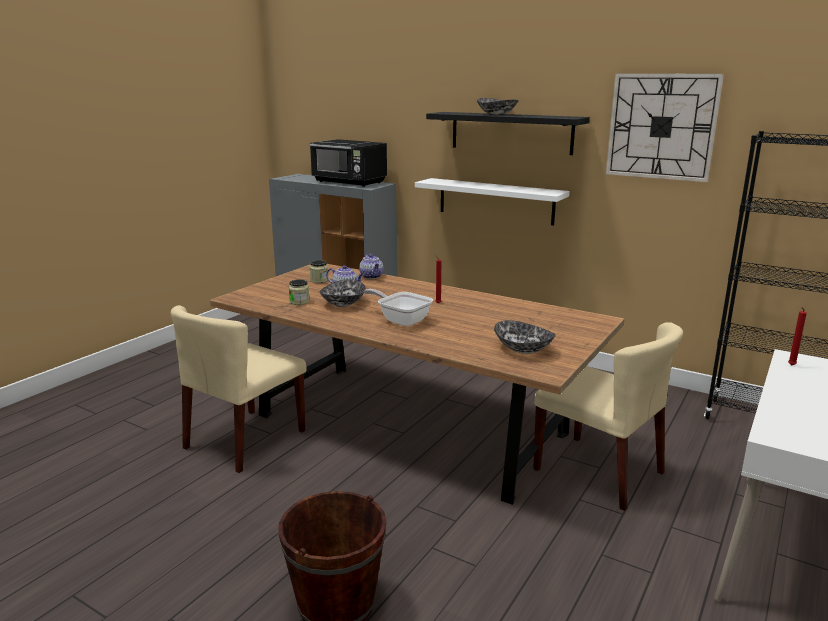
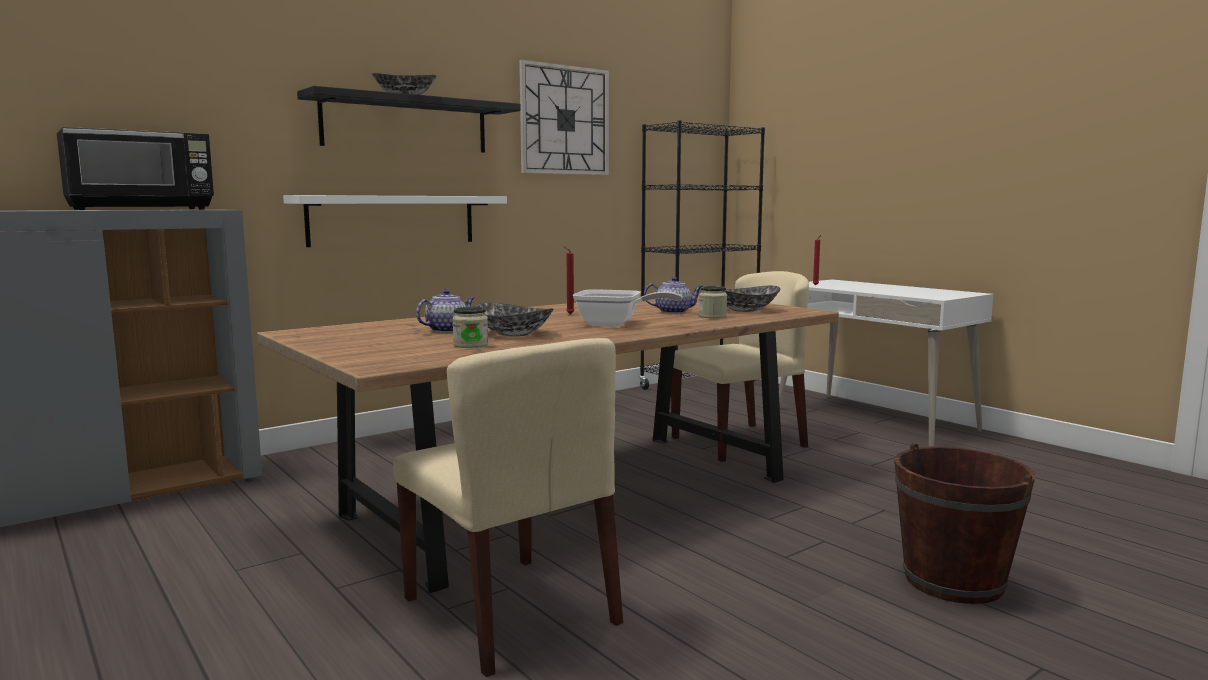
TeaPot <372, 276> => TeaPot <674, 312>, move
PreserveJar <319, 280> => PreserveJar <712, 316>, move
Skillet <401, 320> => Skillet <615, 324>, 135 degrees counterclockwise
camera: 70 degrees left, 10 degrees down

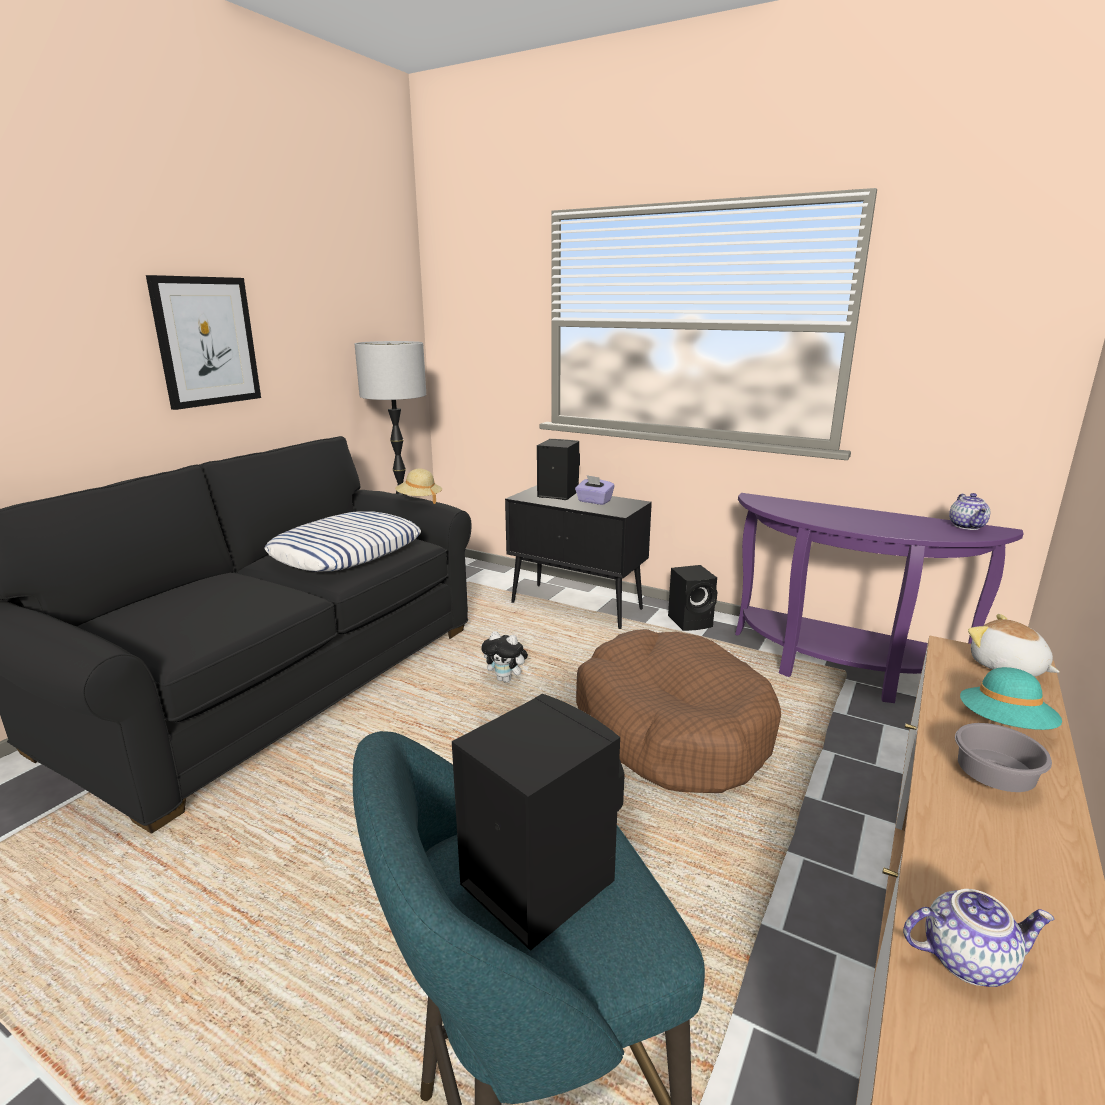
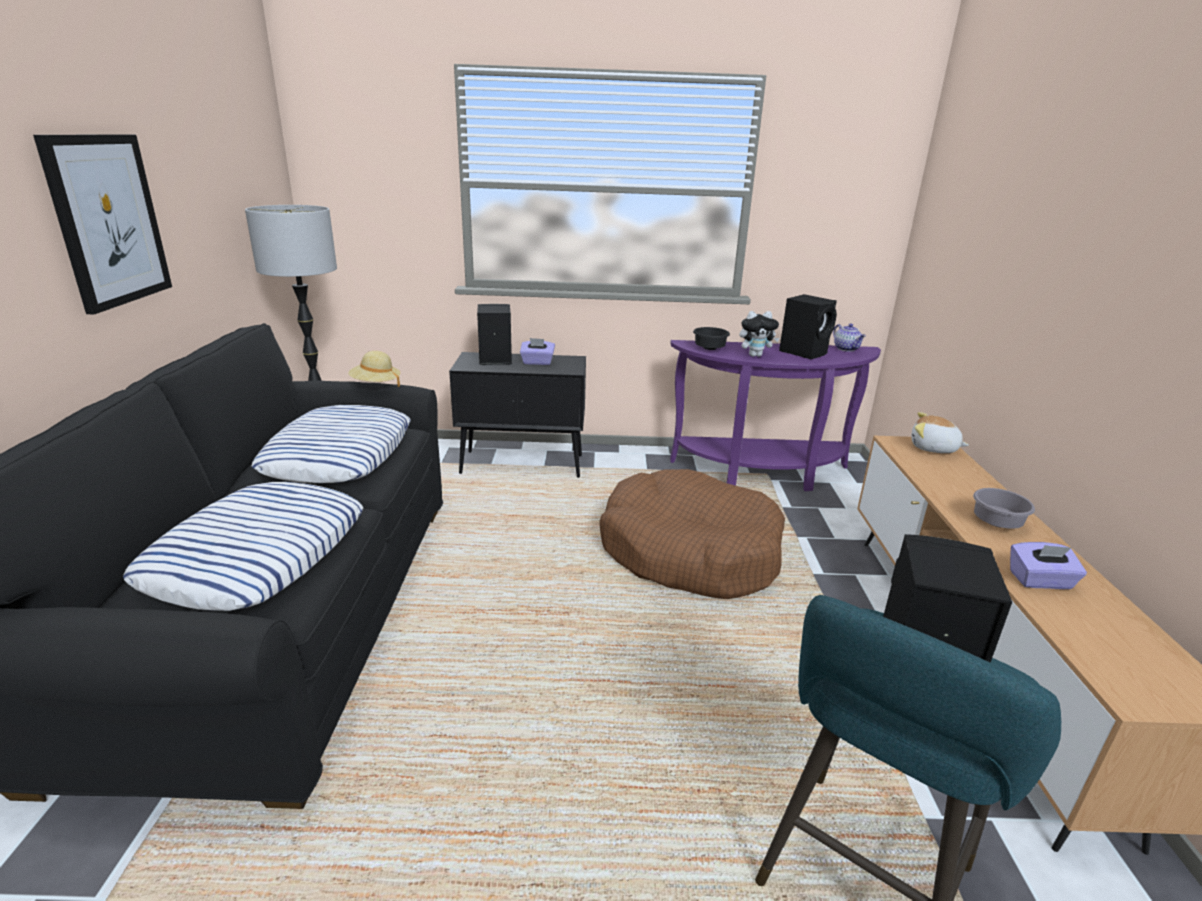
BlackishAudioSpeaker <691, 621> => BlackishAudioSpeaker <804, 352>, move
PlushToy <506, 679> => PlushToy <755, 355>, move
TurquoiseColouredHat <1004, 726> => nothing
TeaPot <966, 958> => nothing
nothing => BlackishServingBowl <710, 349>
nothing => Cushion <257, 554>
nothing => PurpleTissueBox <1040, 581>
camera: 30 degrees left, 5 degrees up

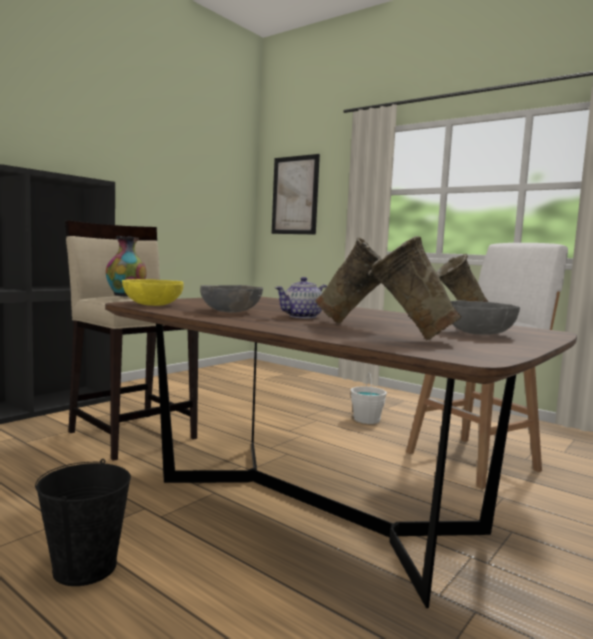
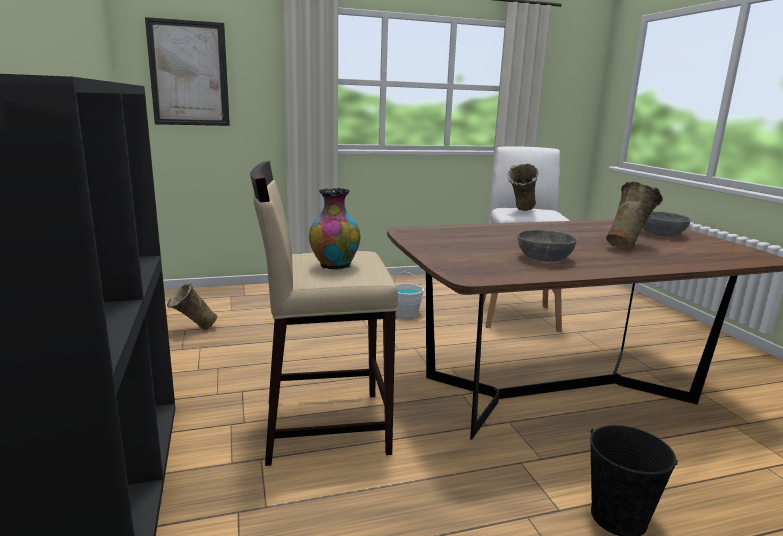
SandColouredFlowerVase <408, 338> => SandColouredFlowerVase <193, 330>, move
TeaPot <302, 316> => nothing
YellowServingBowl <152, 304> => nothing
camera: 55 degrees left, 10 degrees up

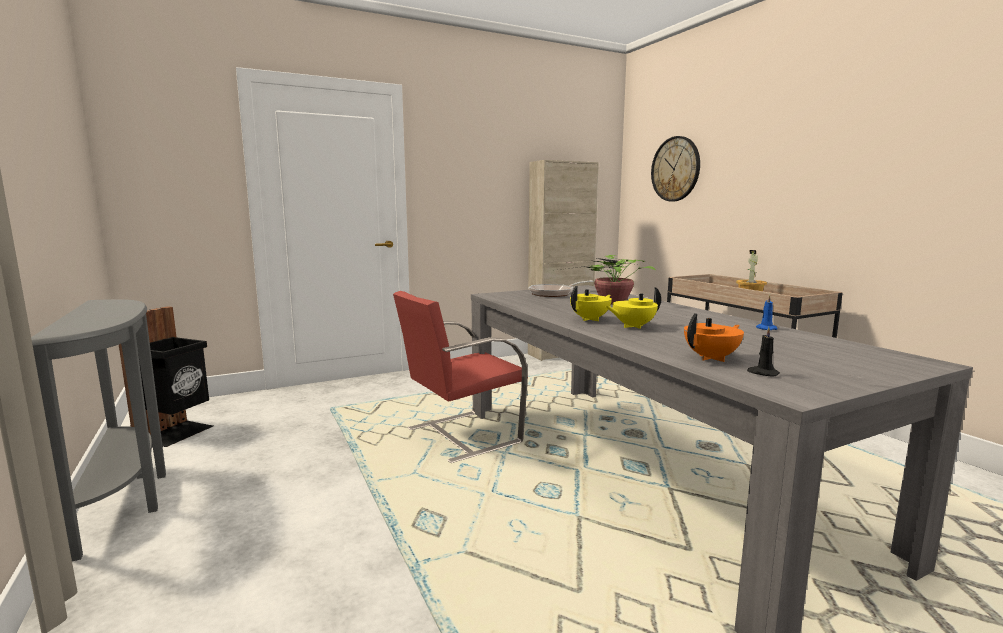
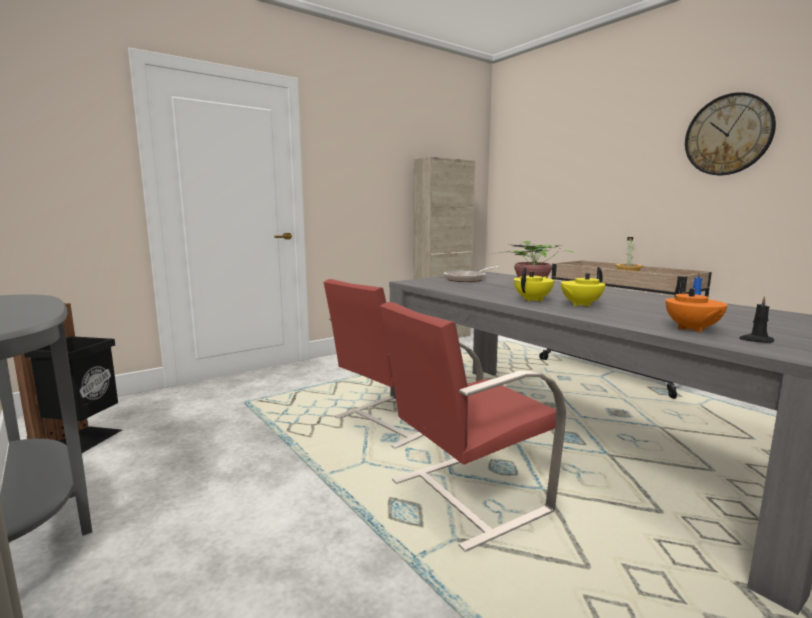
ClockOnTheWall <675, 169> => ClockOnTheWall <728, 135>, move
OrangeTeaPot <712, 358> => OrangeTeaPot <692, 329>, 135 degrees clockwise
nothing => RedChair <465, 496>
camera: 10 degrees left, 0 degrees up

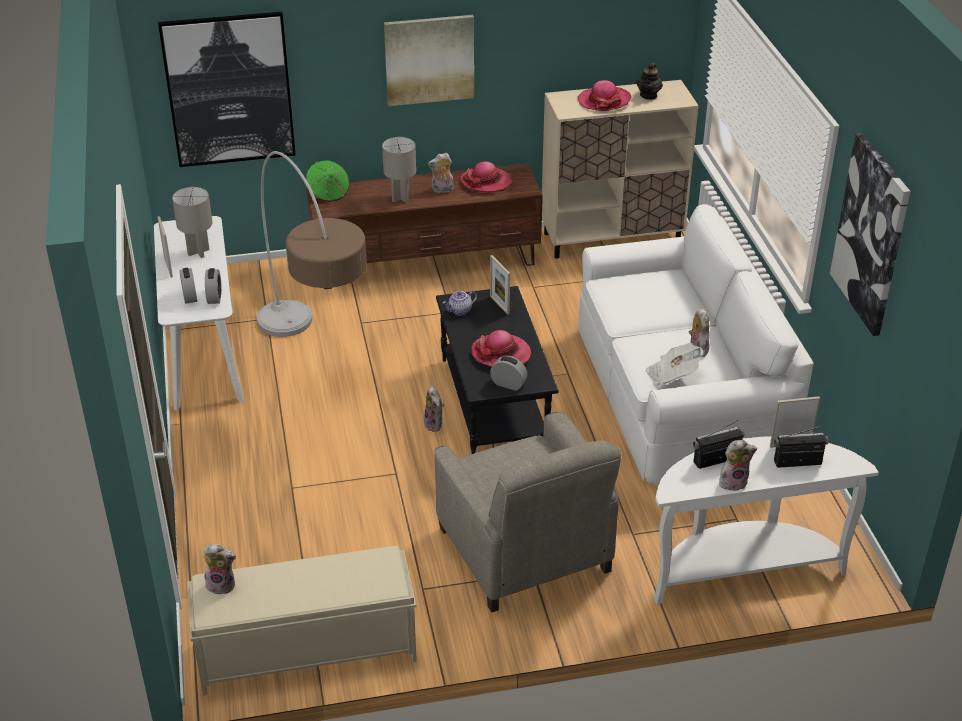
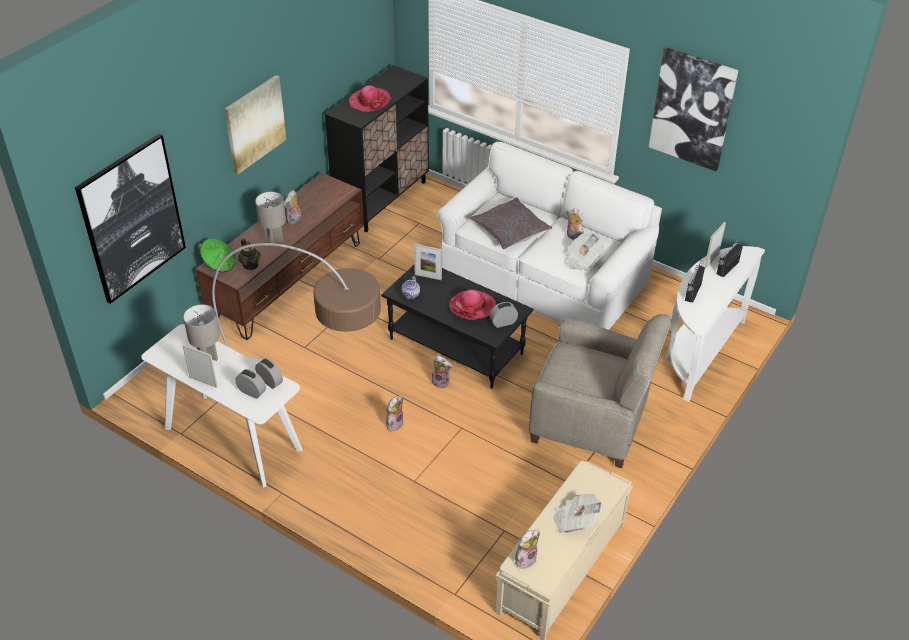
TeaPot <648, 95> => TeaPot <250, 265>, move
SandColouredCabinet <612, 238> => BlackishCabinet <382, 200>
Hat <486, 182> => nothing
PlushToy <733, 482> => PlushToy <394, 423>, move
nothing => GreyCushion <510, 230>
nothing => DailyPaper <575, 521>
camera: 45 degrees left, 5 degrees up

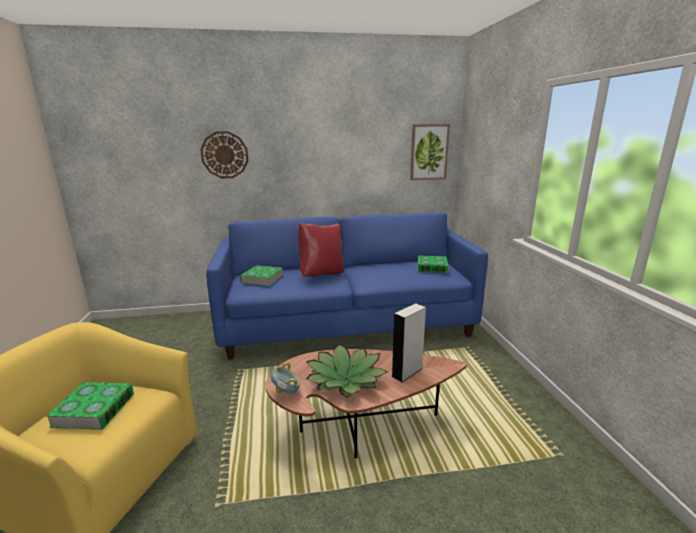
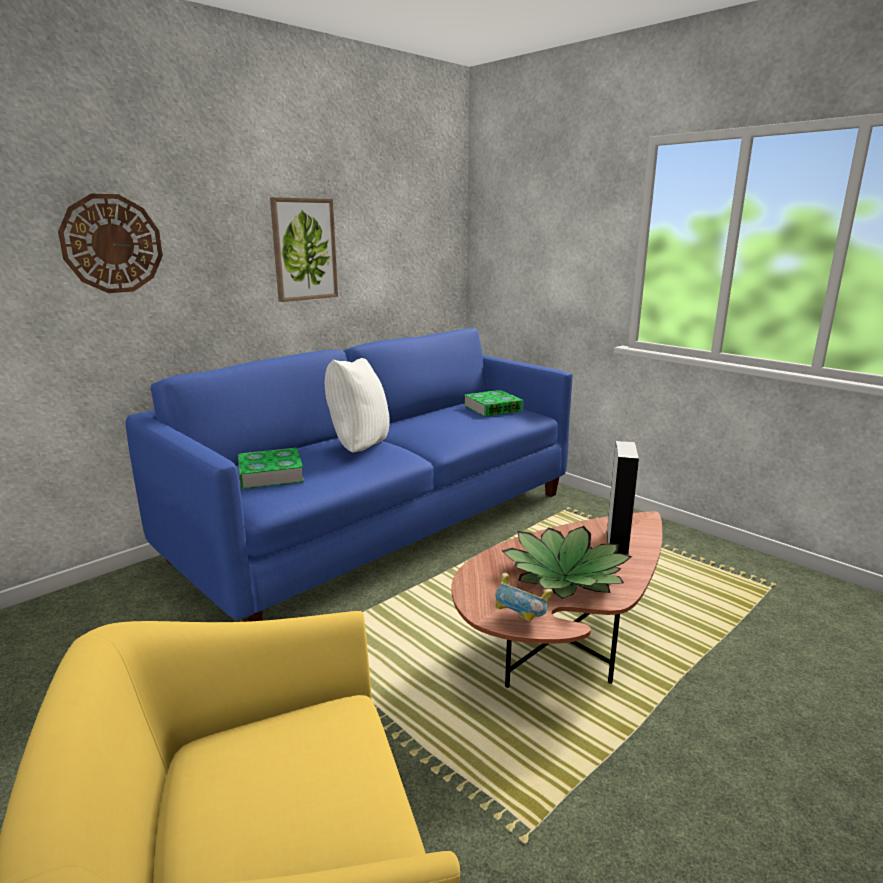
Picture <429, 152> => Picture <304, 249>, move
RedCushion <321, 275> => WhiteColouredCushion <358, 447>
Book <94, 410> => nothing
camera: 35 degrees left, 0 degrees up

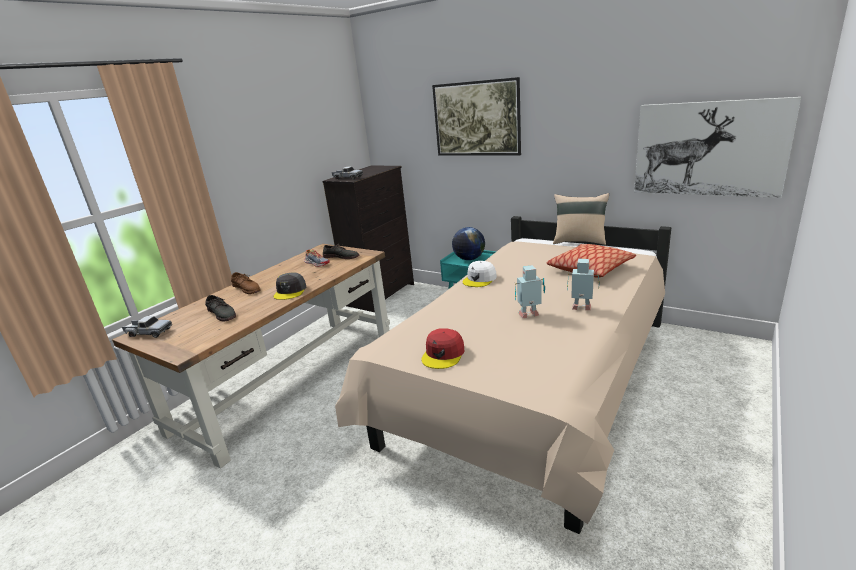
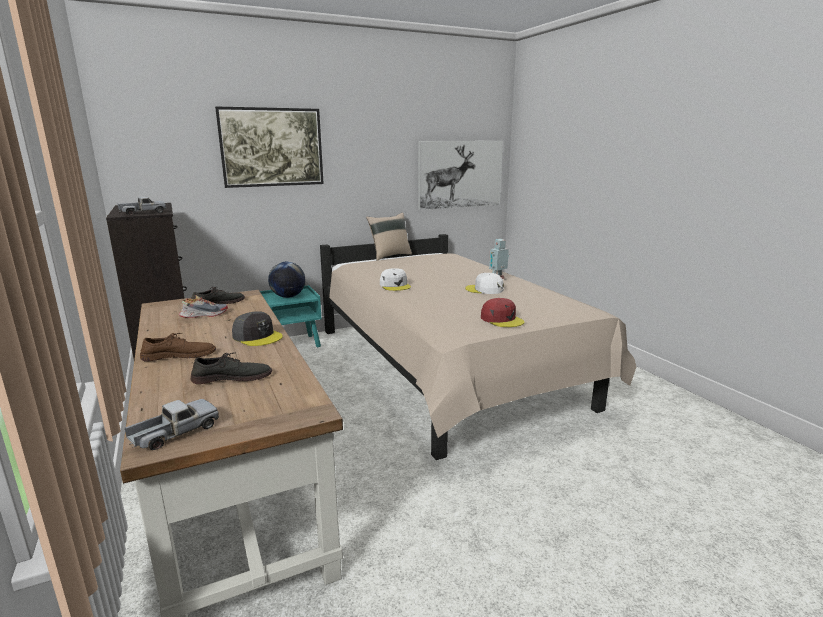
Cushion <590, 269> => nothing
RobotFigure <530, 315> => WhiteColouredBaseballCap <484, 289>
camera: 60 degrees left, 5 degrees down

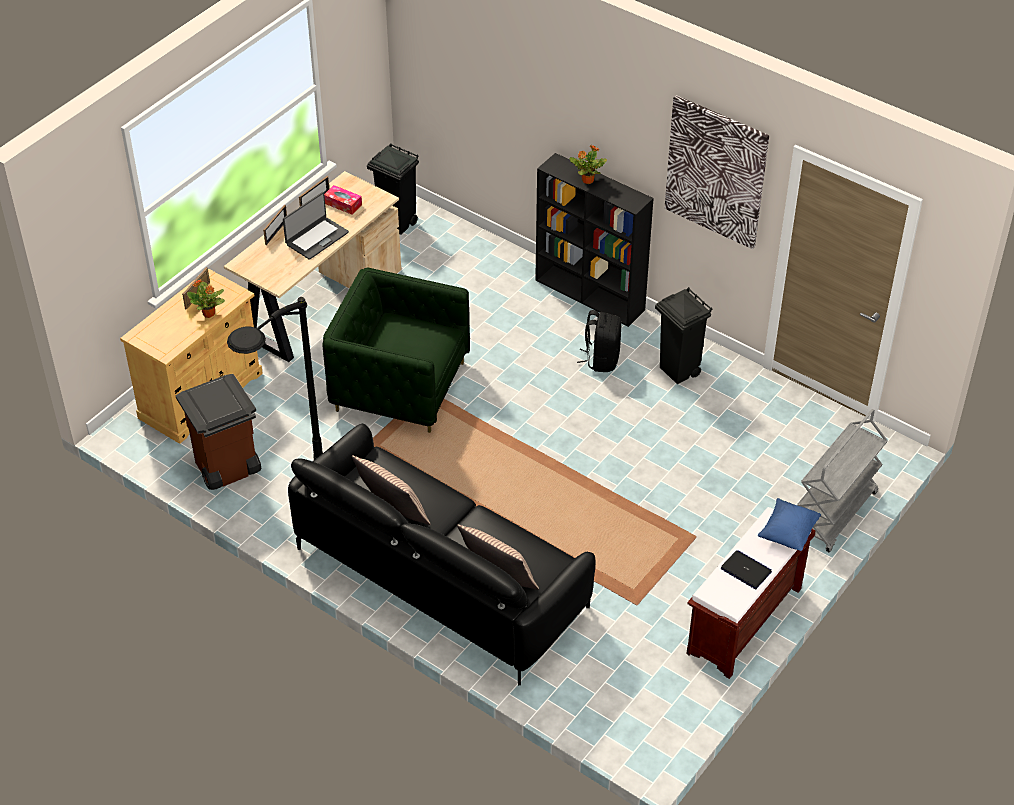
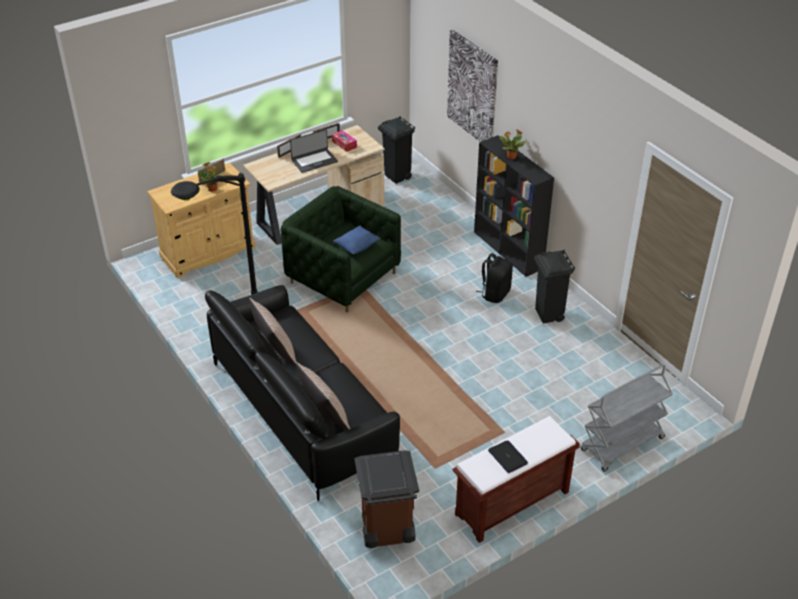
Picture <716, 172> => Picture <472, 89>, move
BrownColouredTrashCan <226, 469> => BrownColouredTrashCan <386, 530>, move
BluishCushion <788, 533> => BluishCushion <357, 247>, move
camera: 20 degrees right, 5 degrees down

